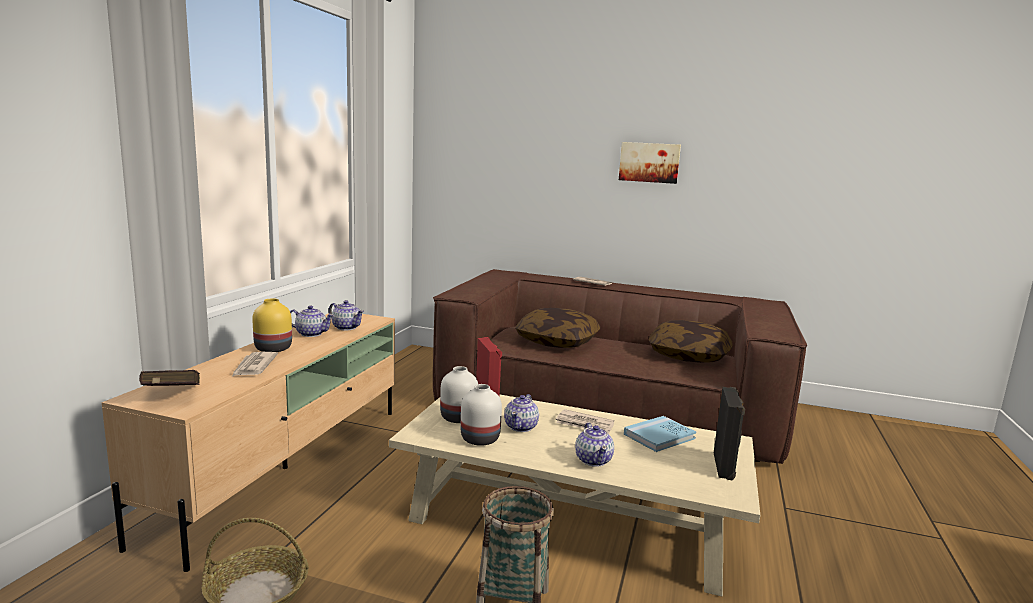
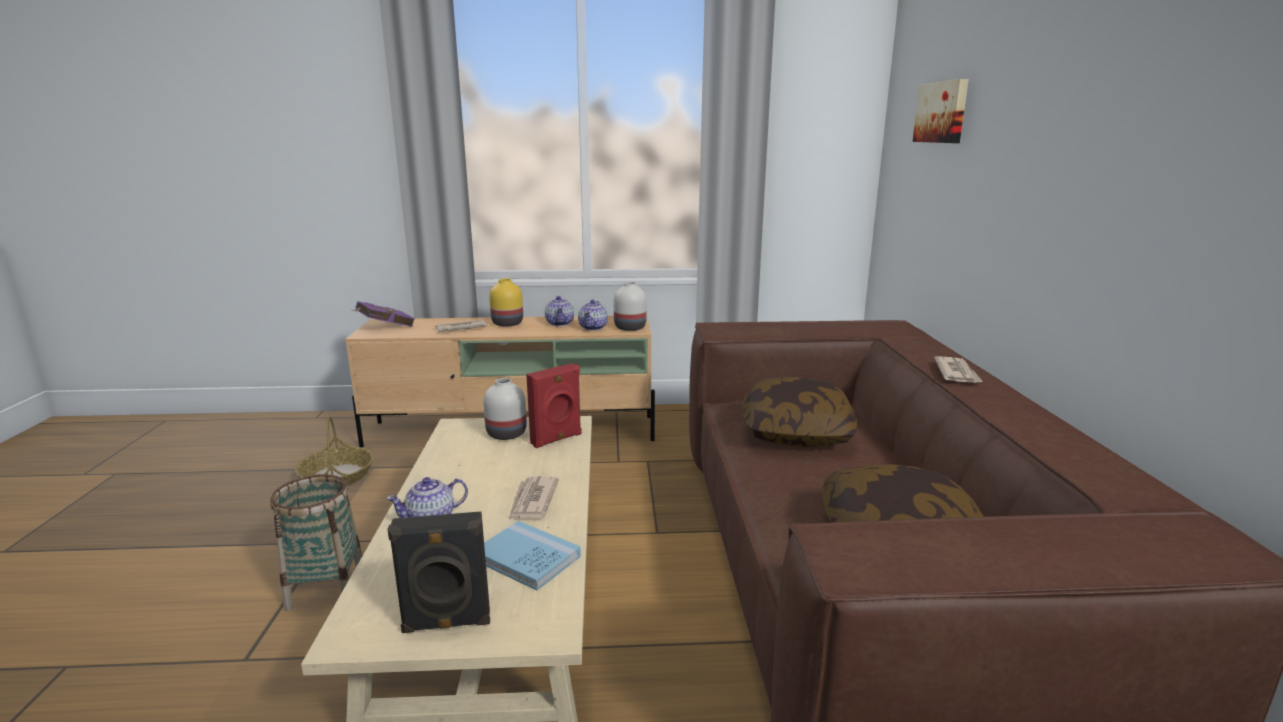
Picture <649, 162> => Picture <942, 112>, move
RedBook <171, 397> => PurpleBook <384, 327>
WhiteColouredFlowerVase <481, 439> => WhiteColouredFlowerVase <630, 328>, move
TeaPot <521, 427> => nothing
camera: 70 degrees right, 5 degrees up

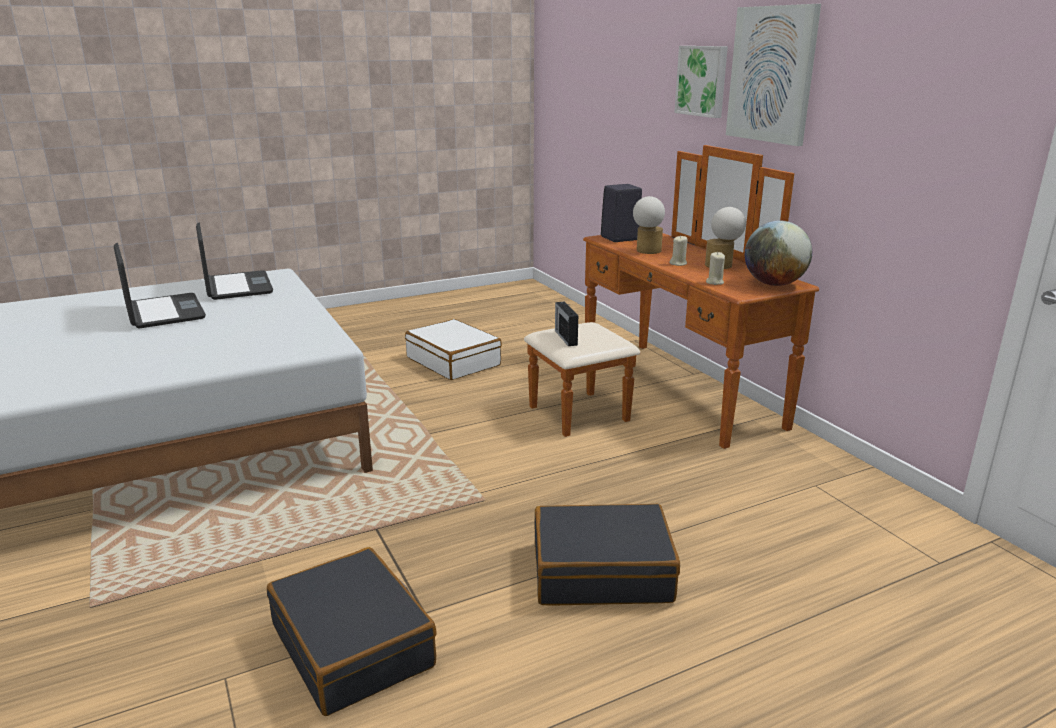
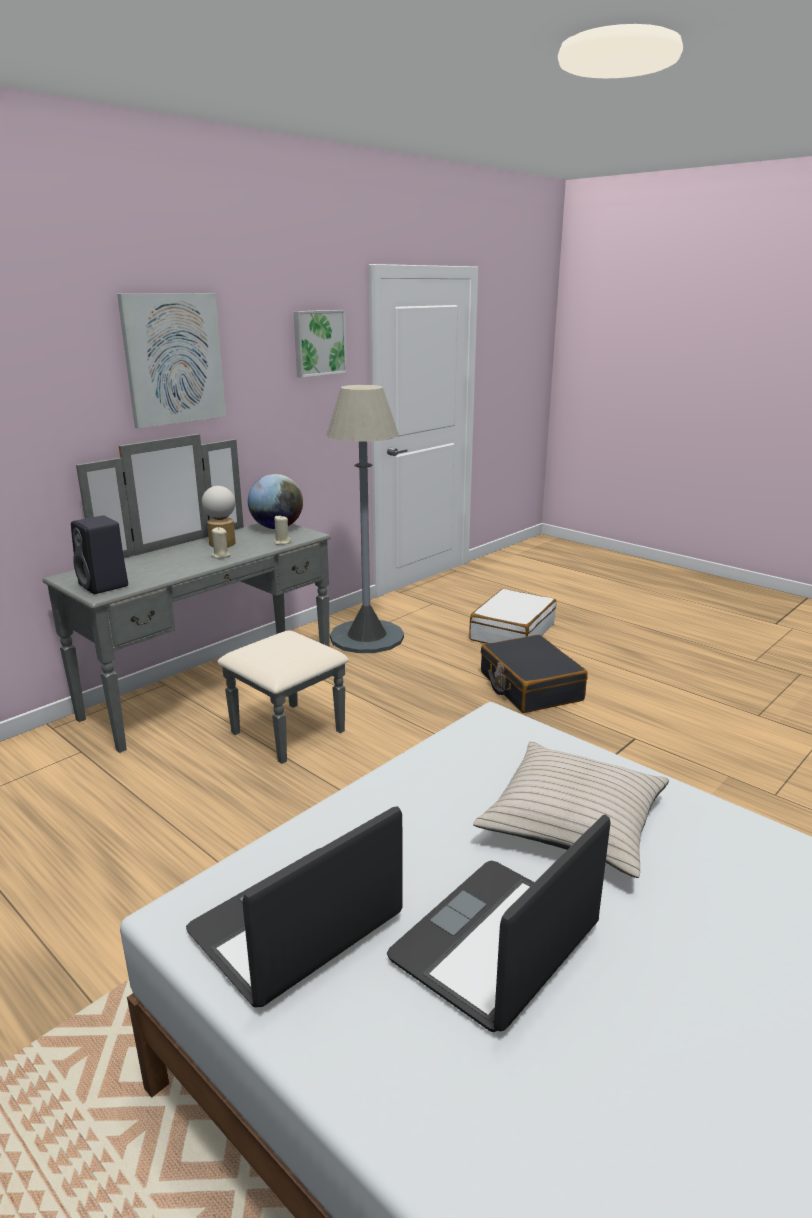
Picture <703, 81> => Picture <318, 343>, move
BrownColouredDresser <656, 396> => GreyDresser <229, 697>
TabletopLamp <646, 251> => nothing
RadioSet <565, 337> => nothing
WhiteColouredPieceOfLuggage <454, 361> => WhiteColouredPieceOfLuggage <512, 632>, move
BlackishPieceOfLuggage <353, 645> => nothing
nothing => GreyStandingLamp <367, 637>
nothing => SandColouredCushion <574, 821>
camera: 110 degrees left, 0 degrees up

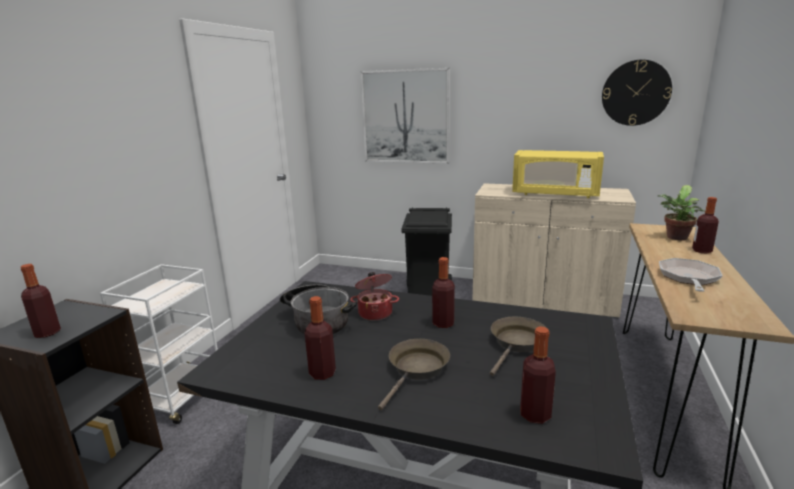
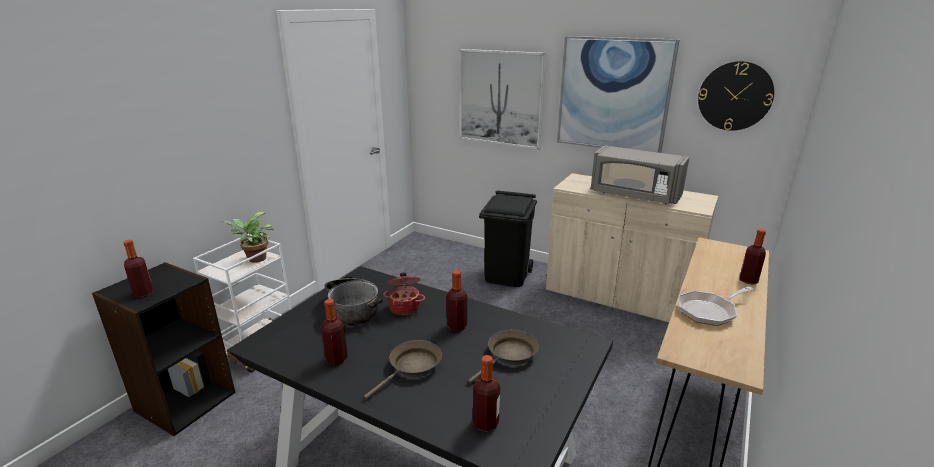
YellowMicrowaveOven <555, 194> => GreyMicrowaveOven <634, 195>
PlantInAPot <676, 238> => PlantInAPot <254, 259>, move
Skillet <688, 278> => Skillet <709, 311>, 150 degrees counterclockwise
nothing => Picture <613, 94>
camera: 10 degrees right, 5 degrees up

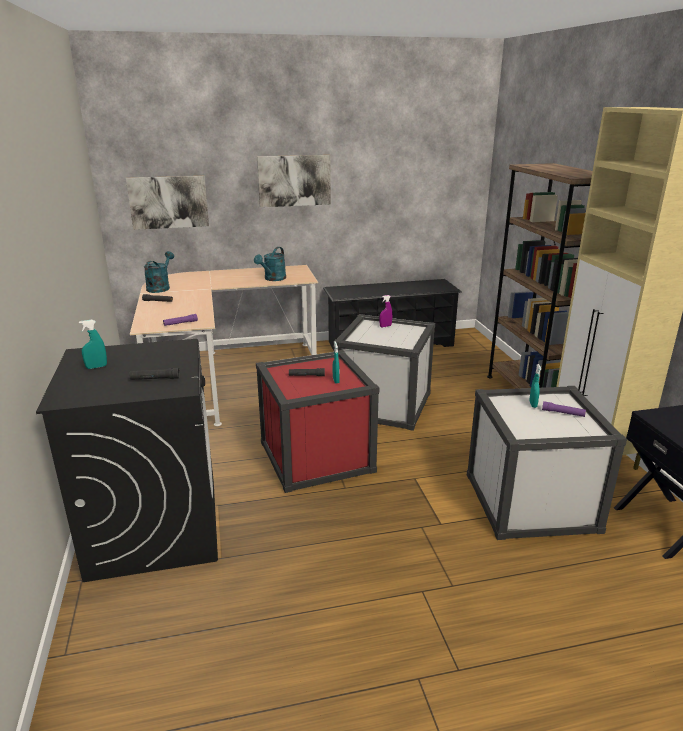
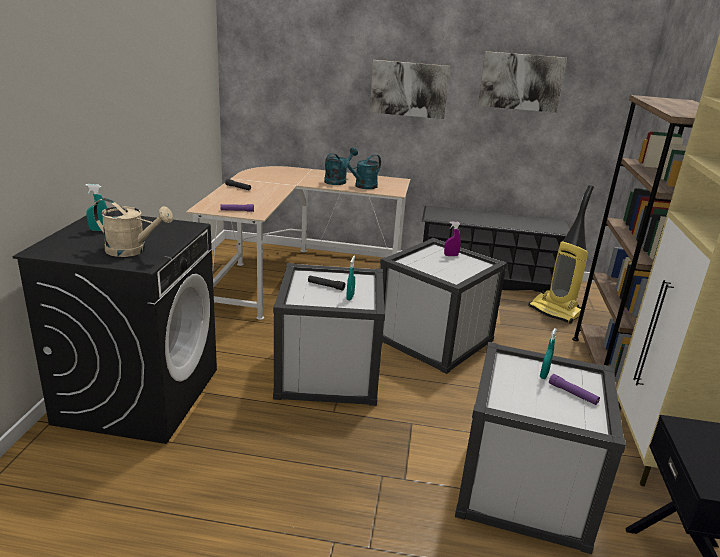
Picture <168, 202> => Picture <521, 81>, move
TurquoiseColouredWateringCan <160, 287> => TurquoiseColouredWateringCan <338, 181>, move
RedStorageBin <316, 456> => WhiteColouredStorageBin <328, 373>
BlackishFlashlight <155, 379> => SandColouredWateringCan <132, 251>
nothing => Hoover <555, 311>
camera: 20 degrees right, 0 degrees up

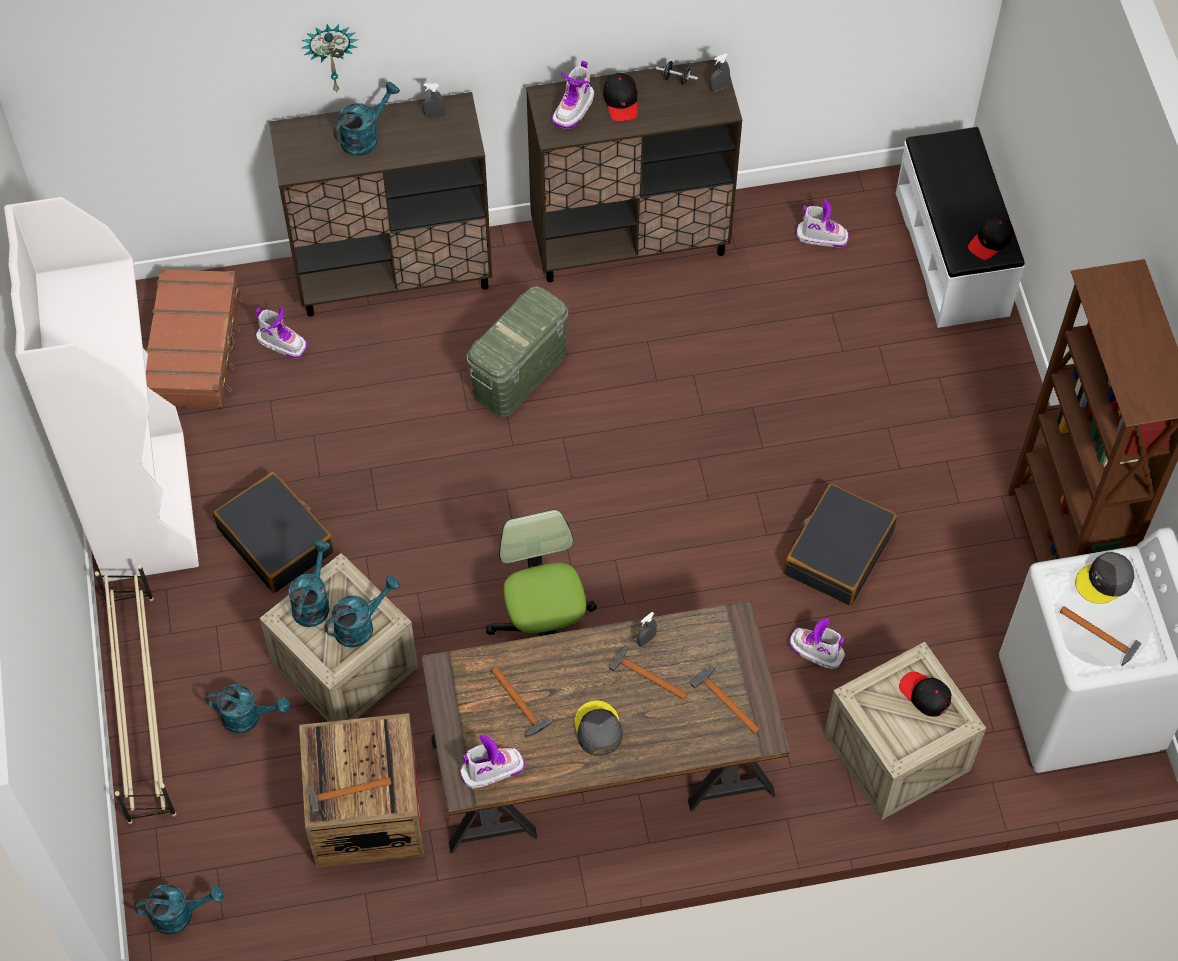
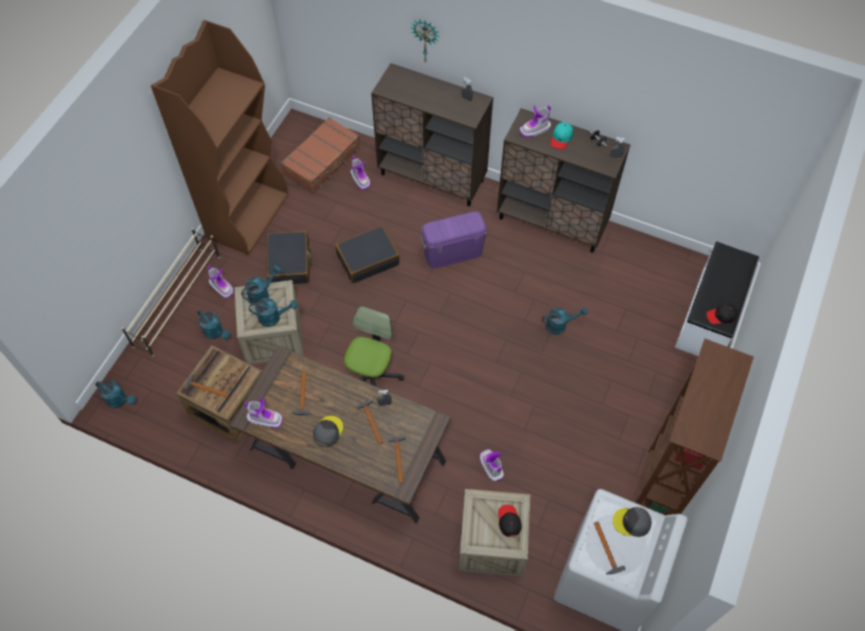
BlackishBaseballCap <621, 101> => TurquoiseColouredBaseballCap <561, 138>
TurquoiseColouredWateringCan <365, 136> => TurquoiseColouredWateringCan <560, 325>, move
WhiteColouredBookcase <143, 505> => BrownColouredBookcase <248, 215>
Boot <821, 236> => Boot <222, 287>, move
GreenishStorageBin <519, 375> => PurpleStorageBin <453, 253>
BlackishPieceOfLuggage <837, 552> => BlackishPieceOfLuggage <368, 259>, move
camera: 35 degrees right, 0 degrees up

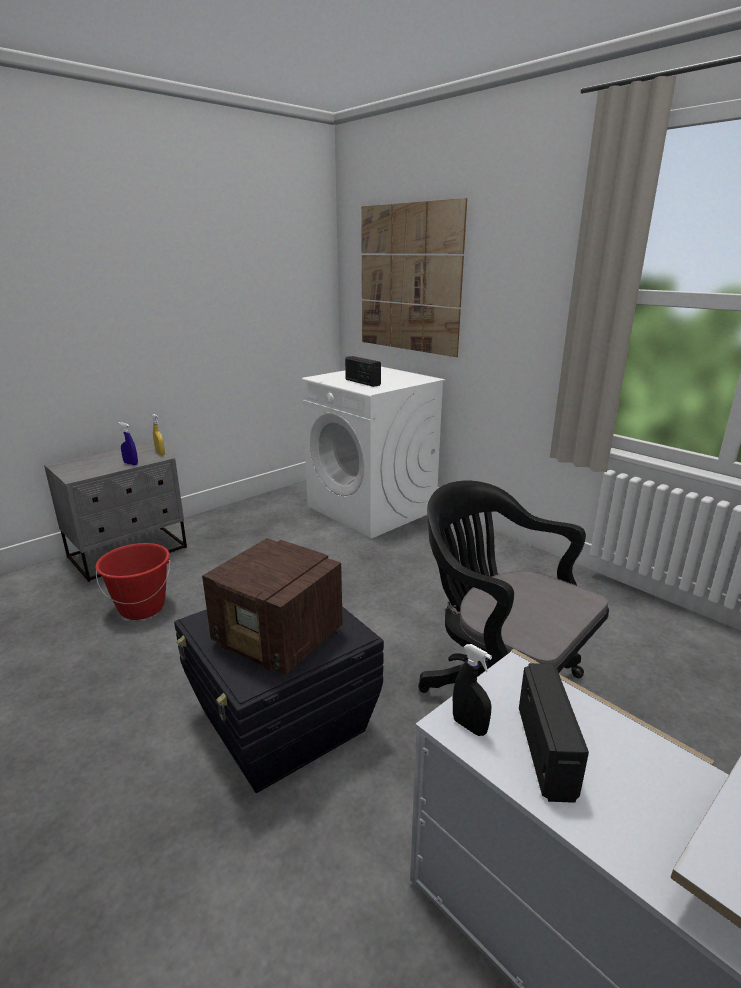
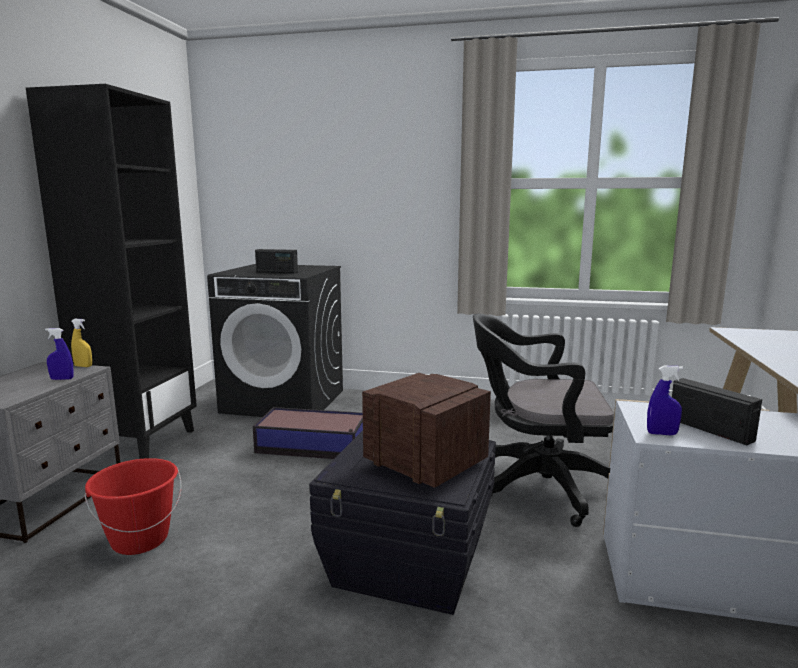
Picture <409, 279> => nothing
WhiteColouredLaundryAppliance <372, 509> => BlackishLaundryAppliance <285, 401>
RadioSet <279, 638> => RadioSet <424, 462>, 135 degrees counterclockwise
BlackishSprayer <469, 726> => BluishSprayer <662, 434>
nothing => BlackishBookcase <141, 443>
nothing => StorageBin <313, 445>
camera: 35 degrees left, 10 degrees down

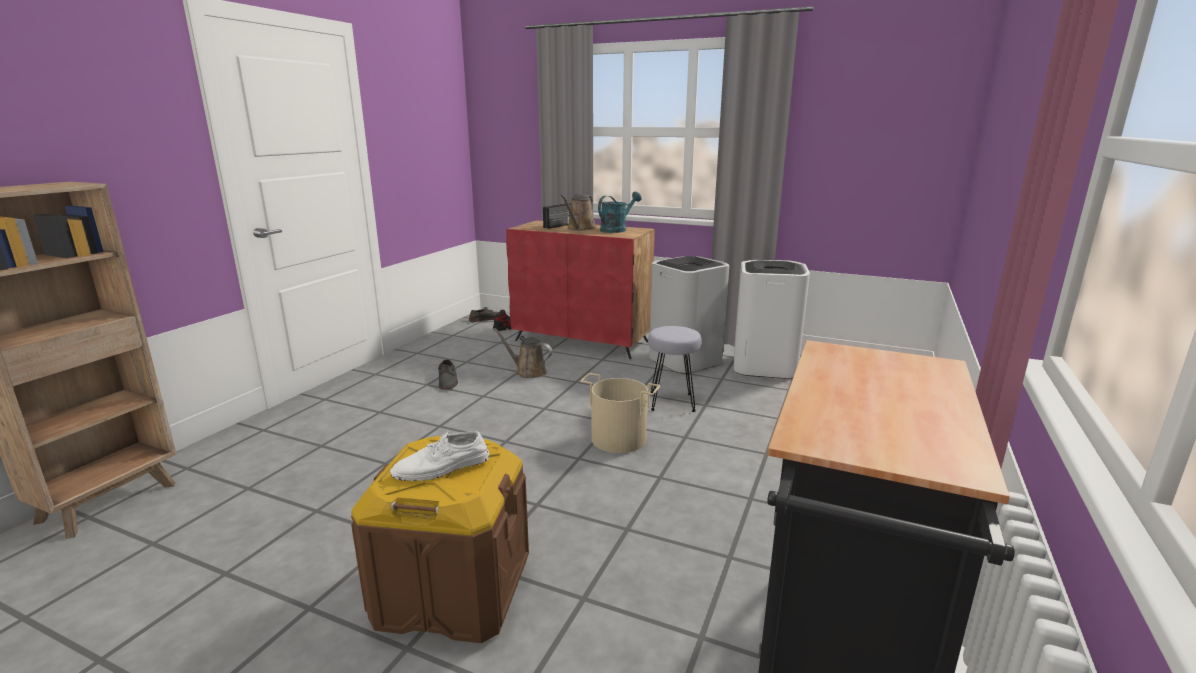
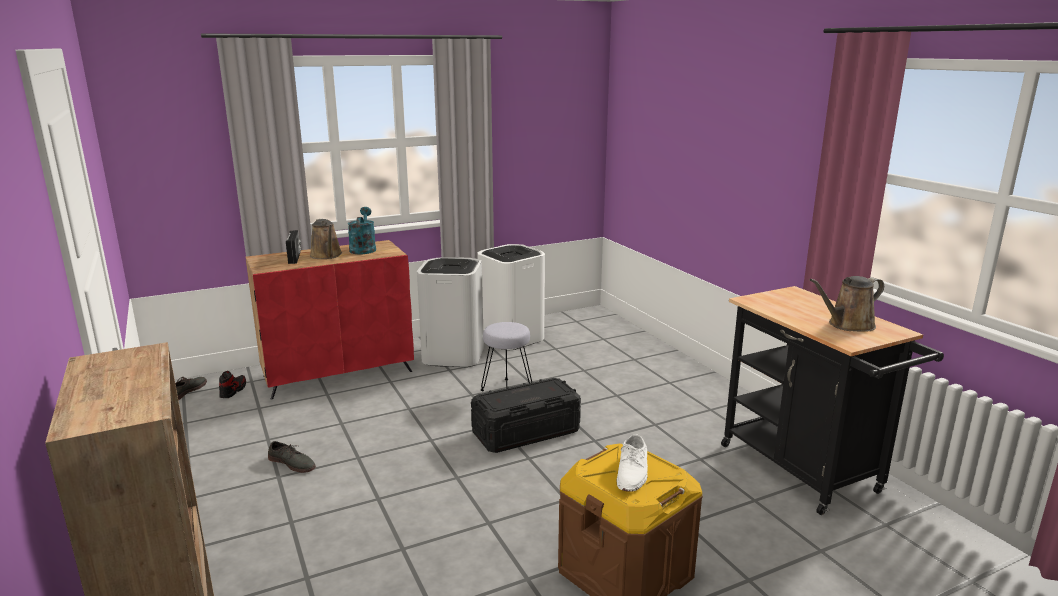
BrownColouredWateringCan <528, 372> => BrownColouredWateringCan <848, 325>, move
SandColouredPail <618, 439> => BlackishStorageBin <526, 432>
camera: 50 degrees left, 0 degrees up

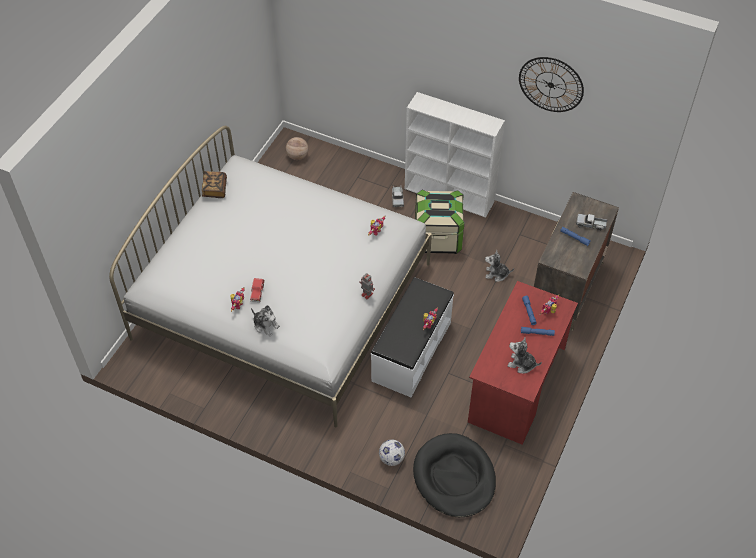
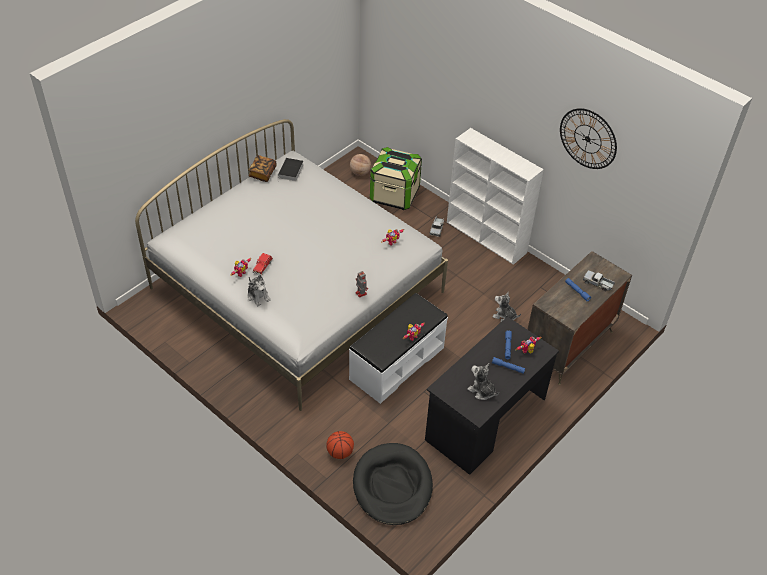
StorageBin <437, 238> => StorageBin <394, 195>, move
RedDesk <517, 385> => BlackishDesk <485, 419>
Football <391, 458> => BallForBasketball <340, 452>
nothing => Book <290, 171>
camera: 15 degrees right, 5 degrees down

